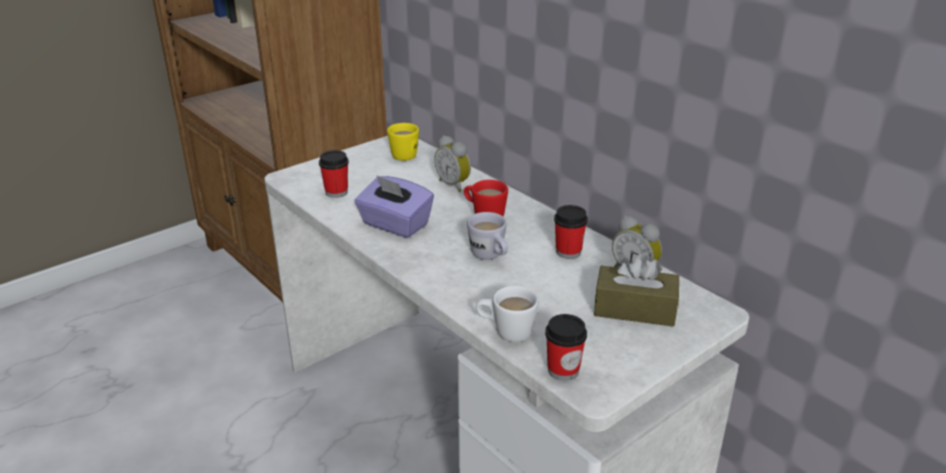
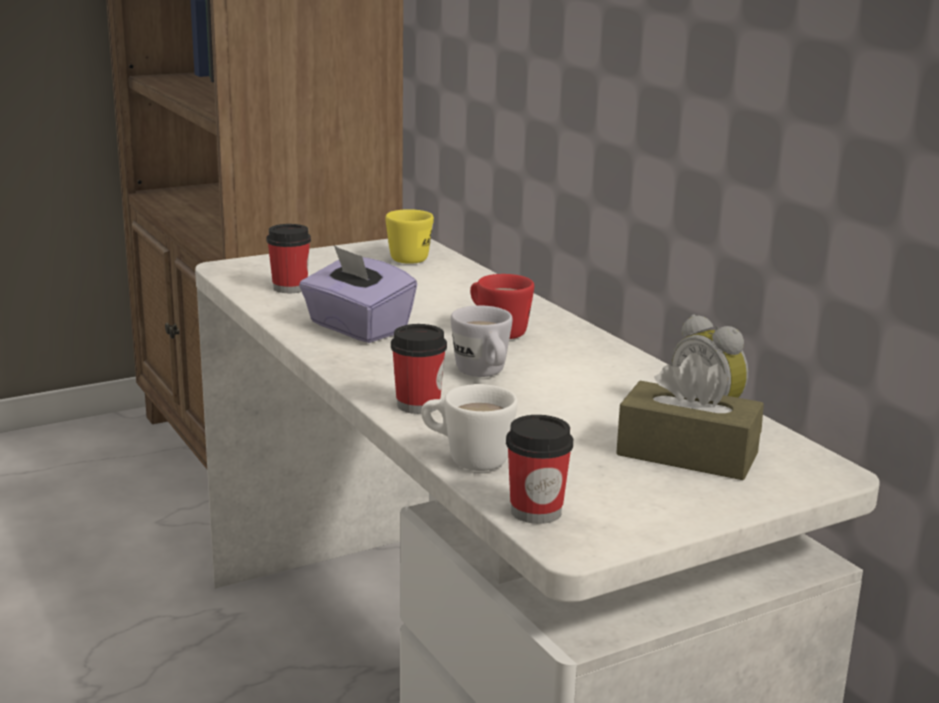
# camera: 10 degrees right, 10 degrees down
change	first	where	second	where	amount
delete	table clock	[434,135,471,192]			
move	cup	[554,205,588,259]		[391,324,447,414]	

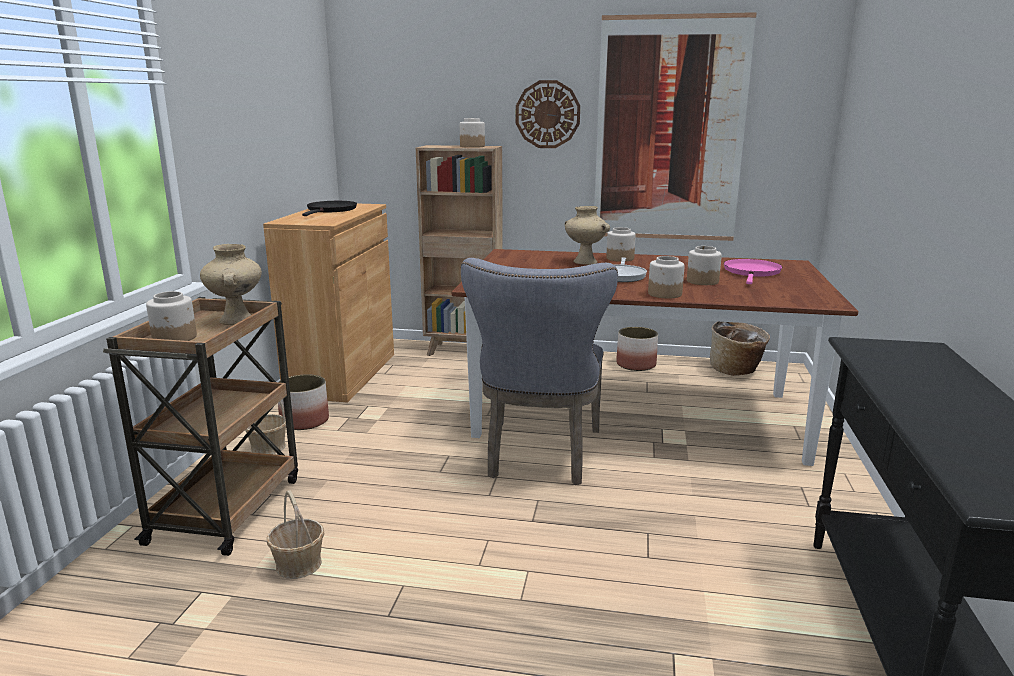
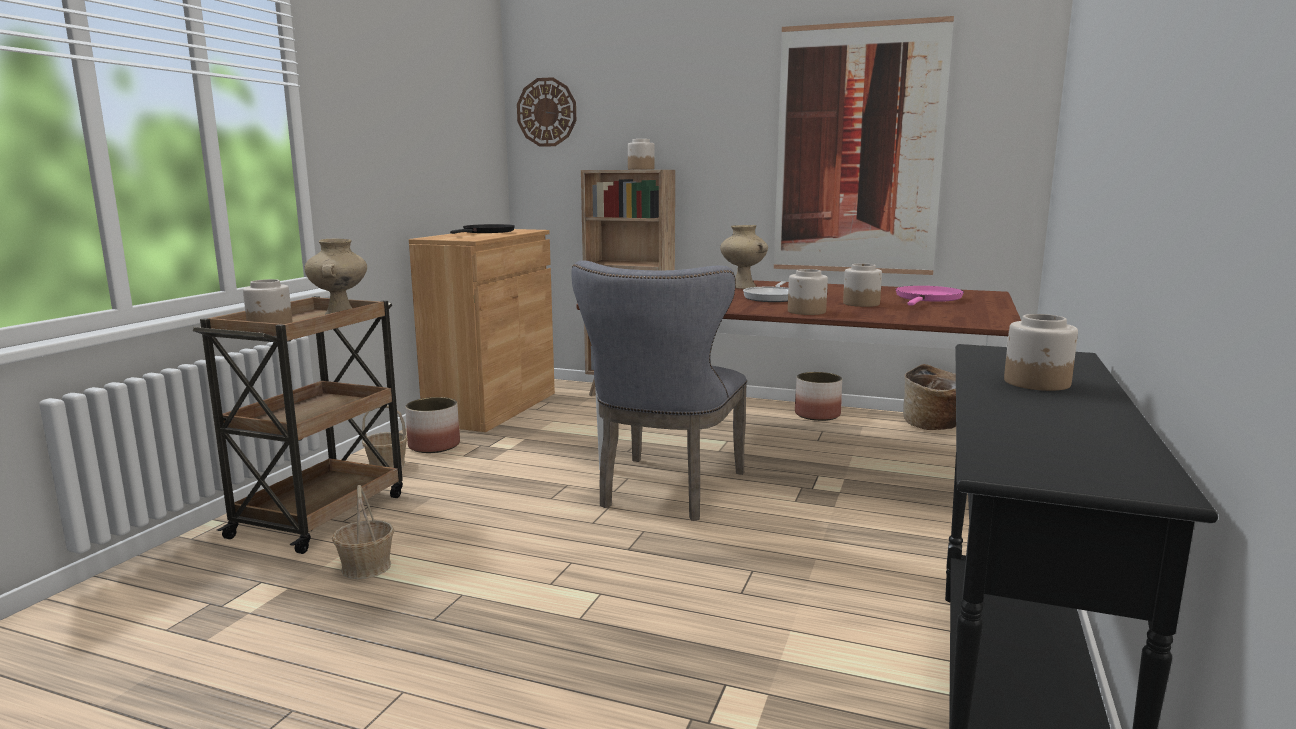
# camera: 10 degrees right, 5 degrees down
change	first	where	second	where	amount
move	clock on the wall	[516,80,580,148]		[517,77,576,147]	
move	storage jar	[606,227,636,262]		[1004,314,1078,391]	

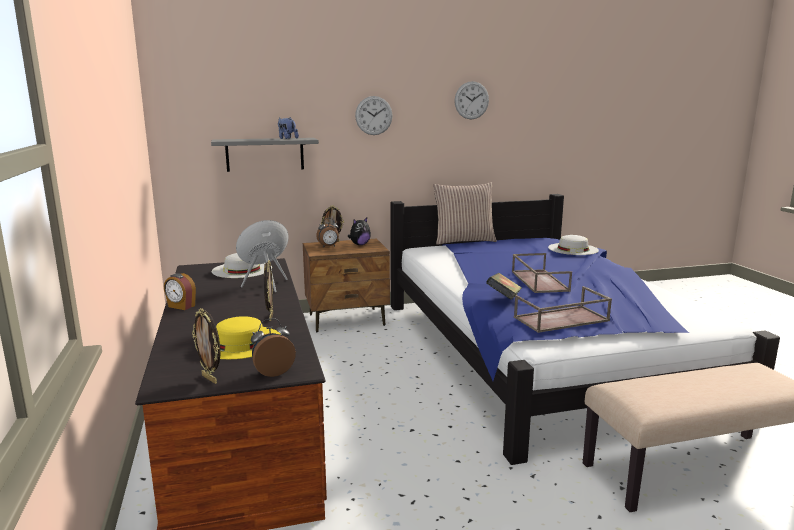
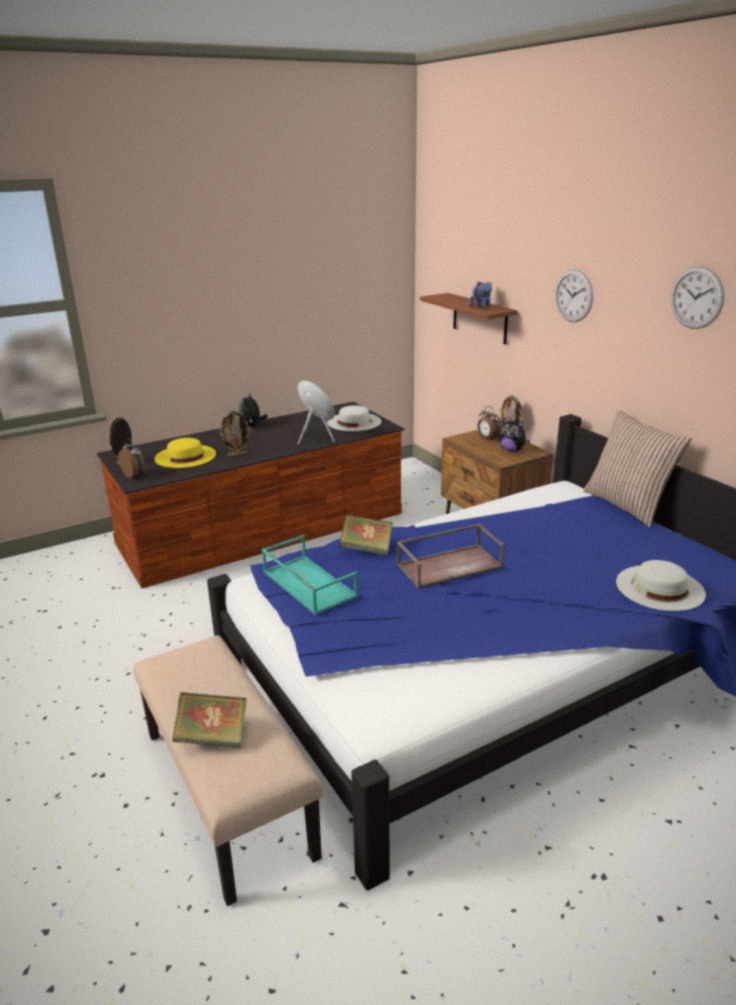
# camera: 75 degrees right, 10 degrees up
change	first	where	second	where	amount
recolor	wall shelf/grey	[211,138,319,172]	wall shelf/brown-coloured	[420,293,517,345]	
replace	table clock	[164,273,196,310]	cuddly toy	[239,393,268,426]	
recolor	tray/brown-coloured	[514,286,612,333]	tray/blue-green	[262,535,358,615]	
insert			bound book	[172,692,247,748]	

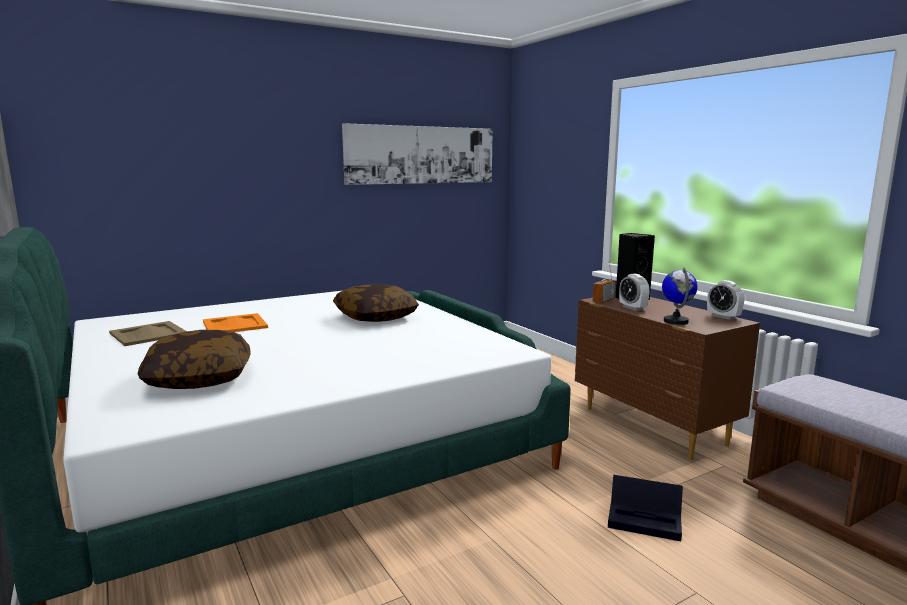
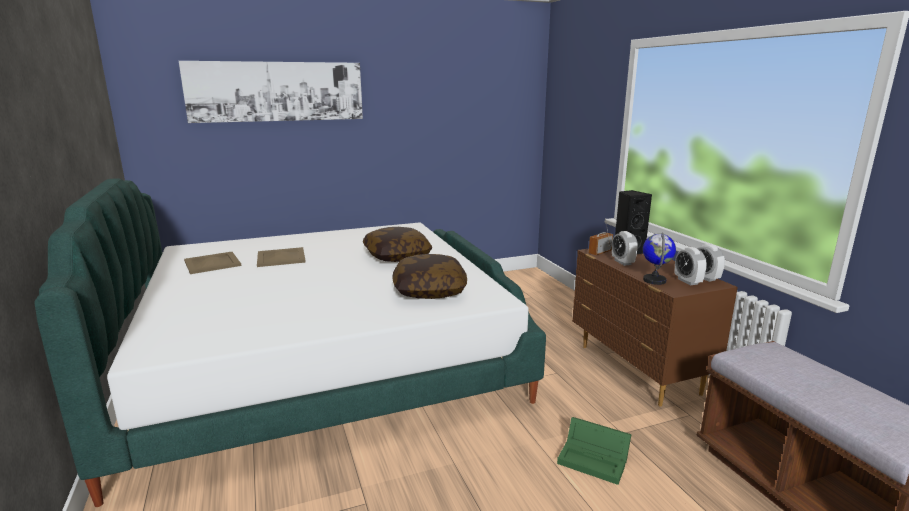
# camera: 10 degrees right, 5 degrees up
change	first	where	second	where	amount
move	picture	[342,123,493,185]		[179,61,363,123]	
recolor	tray/orange-coloured	[203,313,268,332]	tray/sand-coloured	[257,247,306,267]	
move	pillow	[138,330,251,389]		[392,254,467,299]	
recolor	storage container/blackish	[608,475,683,541]	storage container/green	[557,417,632,485]	
insert			table clock	[675,247,707,285]	

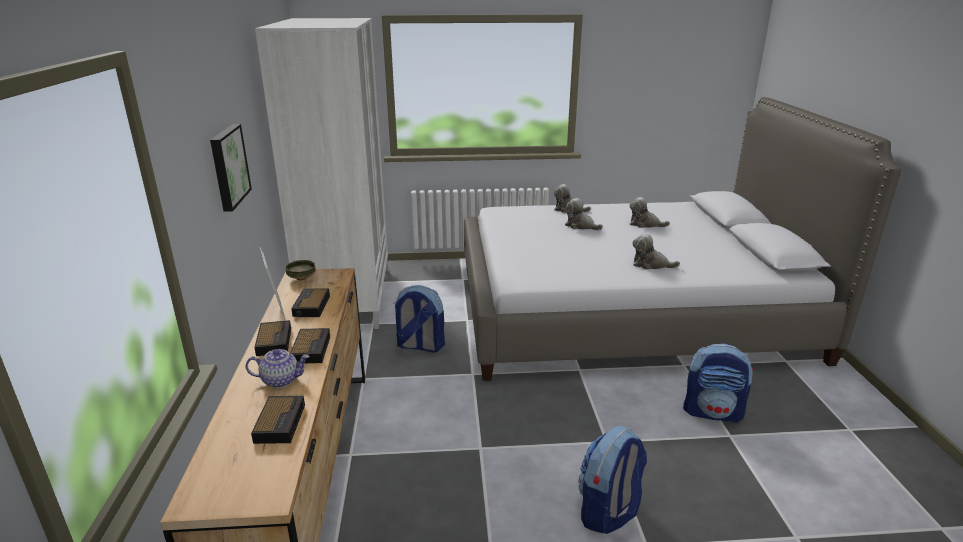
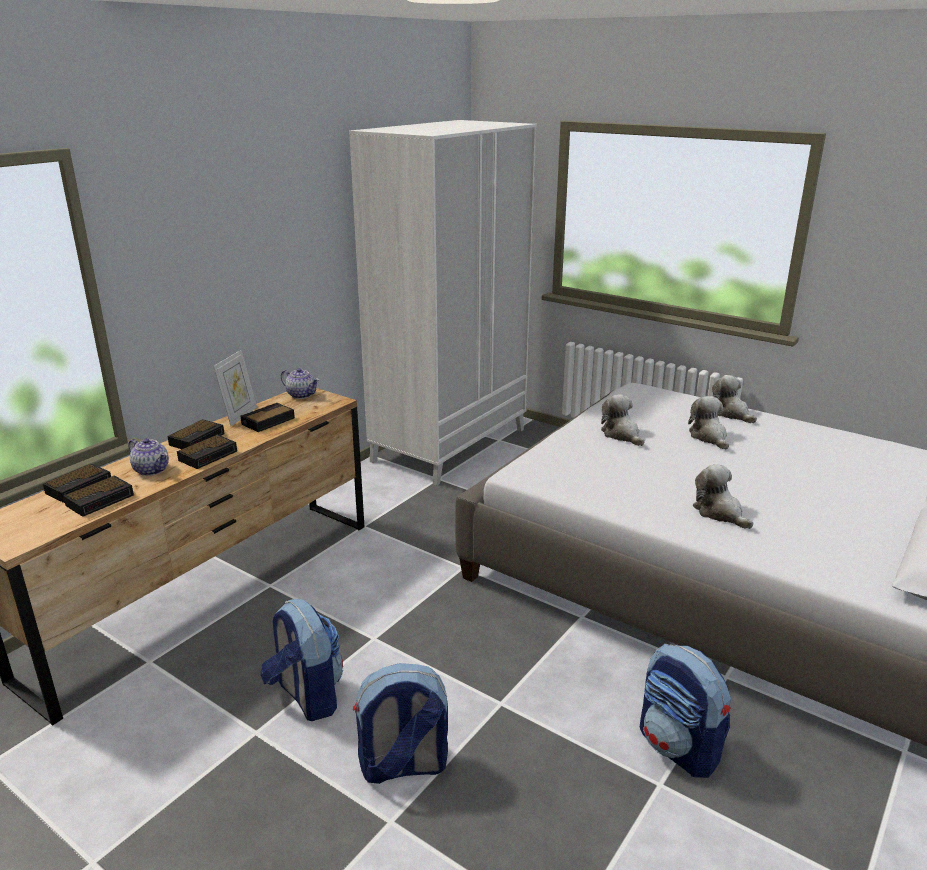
# camera: 40 degrees right, 0 degrees up
change	first	where	second	where	amount
delete	picture	[210,124,252,212]			
move	cuddly toy	[629,197,670,228]		[601,394,645,446]	
replace	bowl	[285,260,315,281]	tea pot	[281,368,319,399]	
move	knapsack	[394,285,445,353]		[261,599,343,721]	
insert			table clock	[43,464,111,503]	

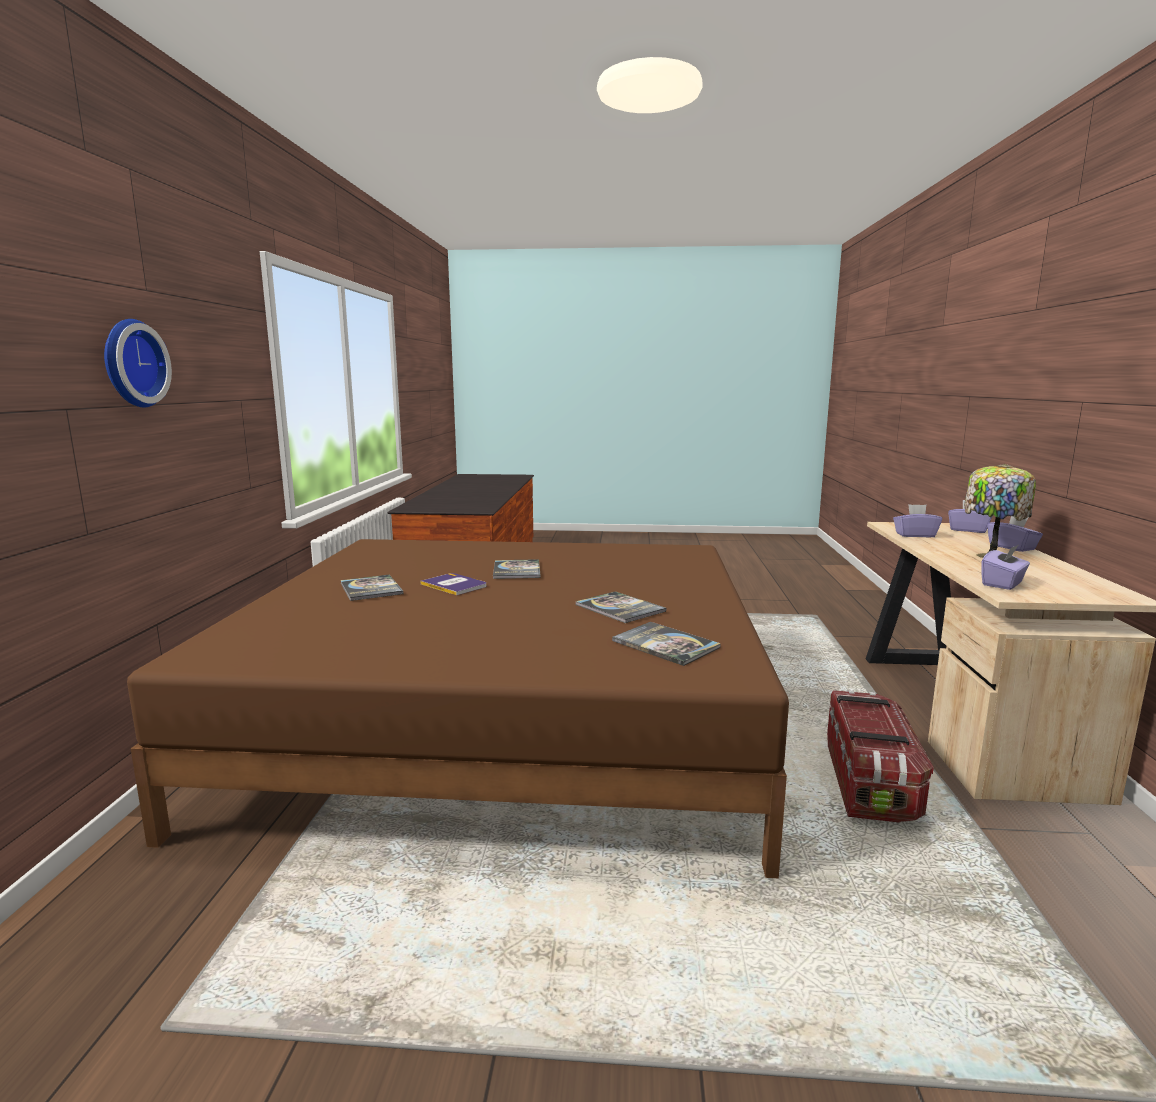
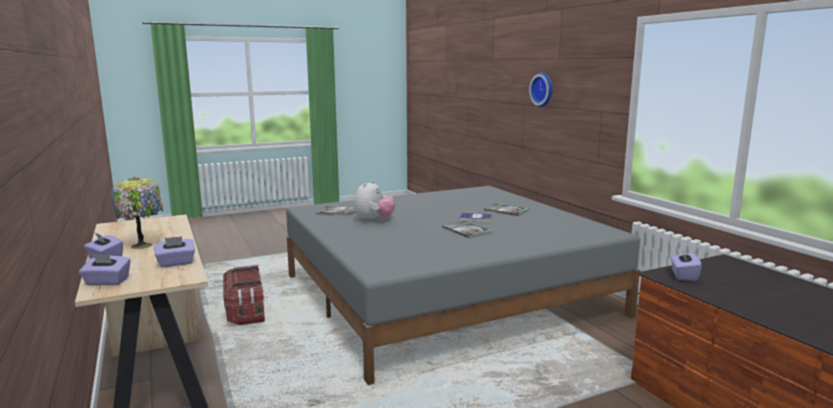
# camera: 150 degrees right, 0 degrees up
change	first	where	second	where	amount
recolor	bedroom bed/brown-coloured	[127,539,789,878]	bedroom bed/grey	[286,186,640,385]	
move	tissue holder/purple	[981,545,1030,590]		[671,251,702,281]	
replace	bound book	[576,591,666,623]	cuddly toy	[354,180,396,222]	

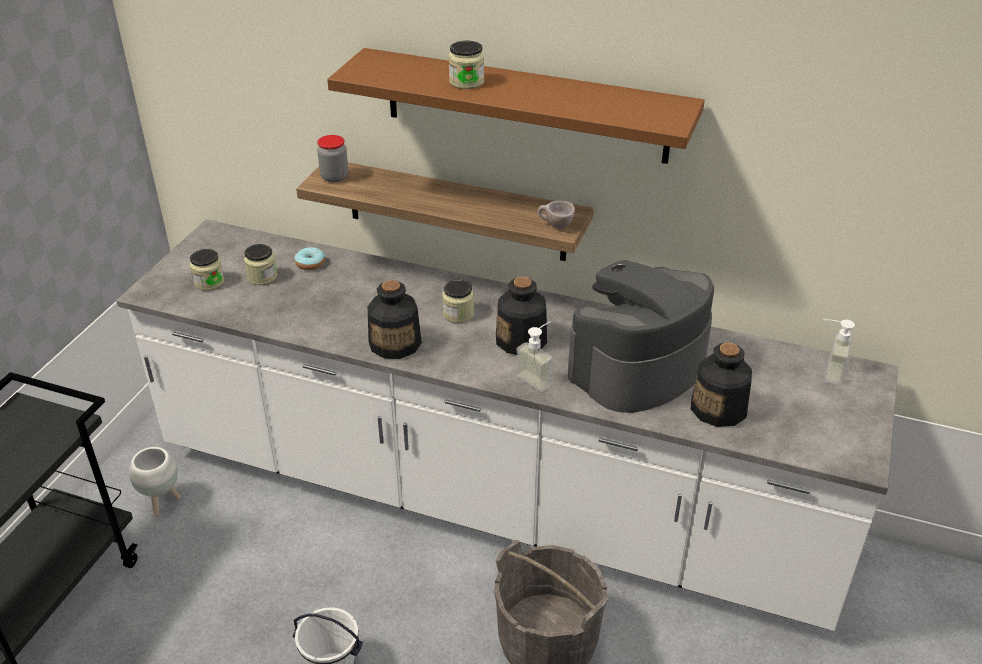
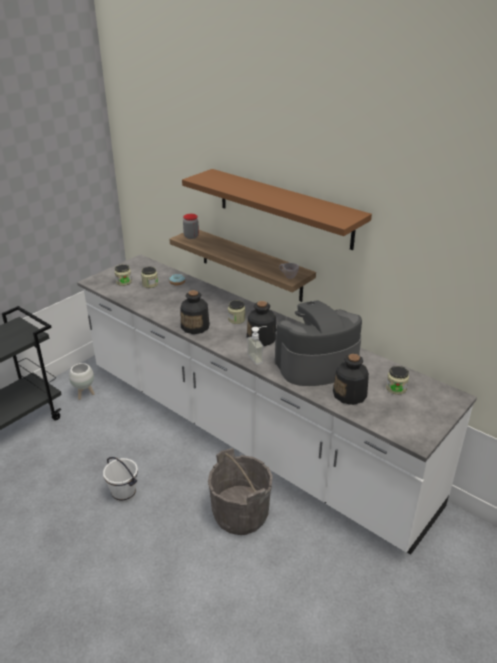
# camera: 20 degrees right, 5 degrees down
change	first	where	second	where	amount
move	storage jar	[449,41,484,89]		[386,366,409,395]	
delete	soap dispenser	[823,319,855,385]			

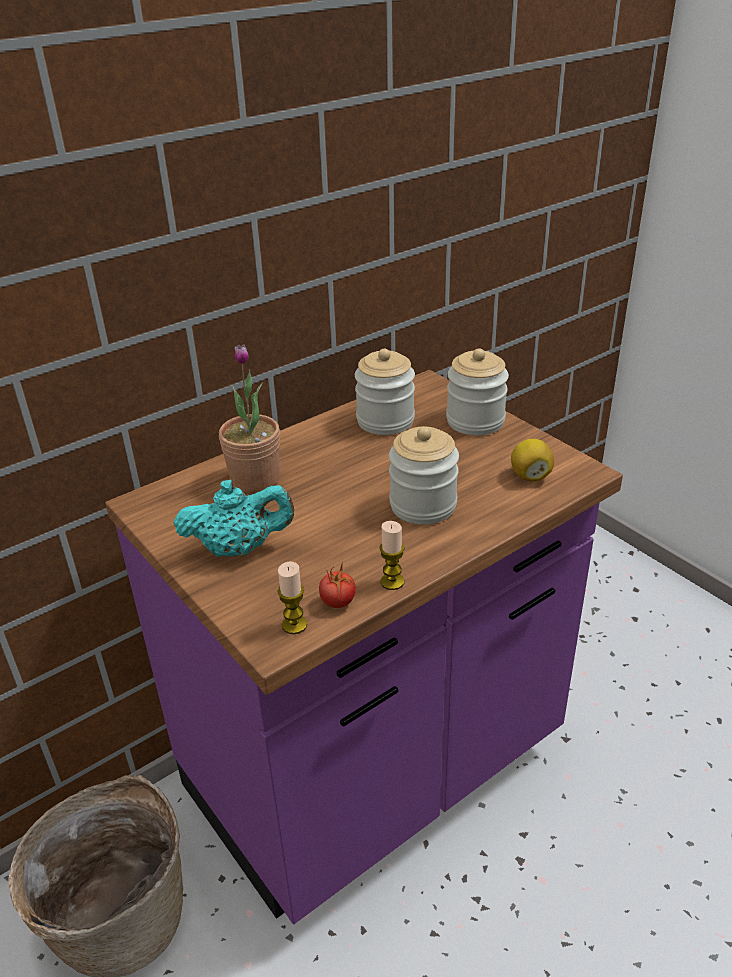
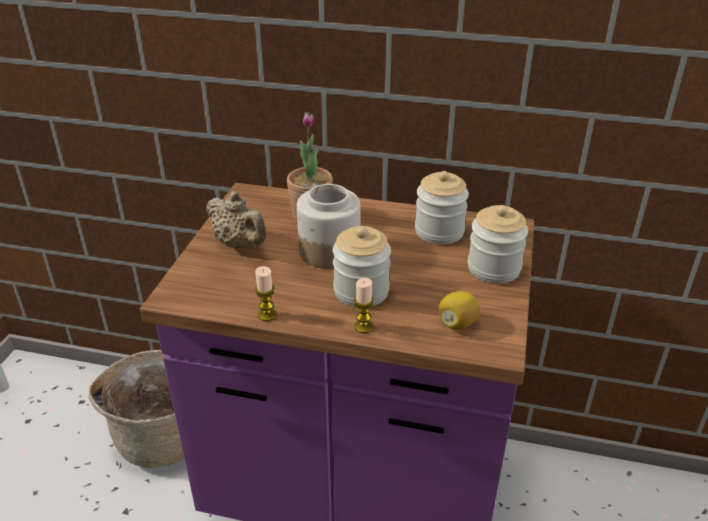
# camera: 50 degrees right, 0 degrees up
change	first	where	second	where	amount
recolor	tea pot/blue-green	[173,480,294,557]	tea pot/sand-coloured	[206,191,266,248]	
move	candle	[278,562,307,634]		[354,278,374,333]	
delete	tomato	[319,562,356,608]			
insert			storage jar	[297,184,361,269]	

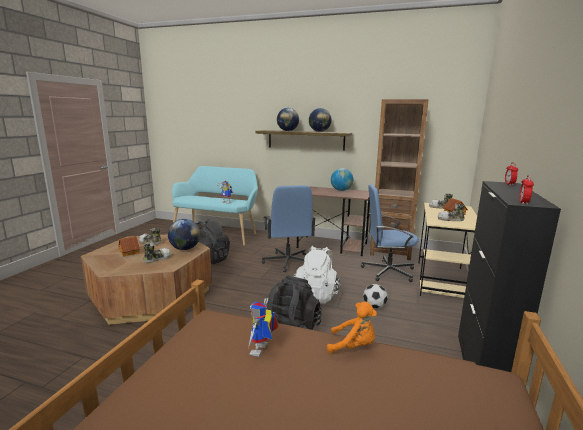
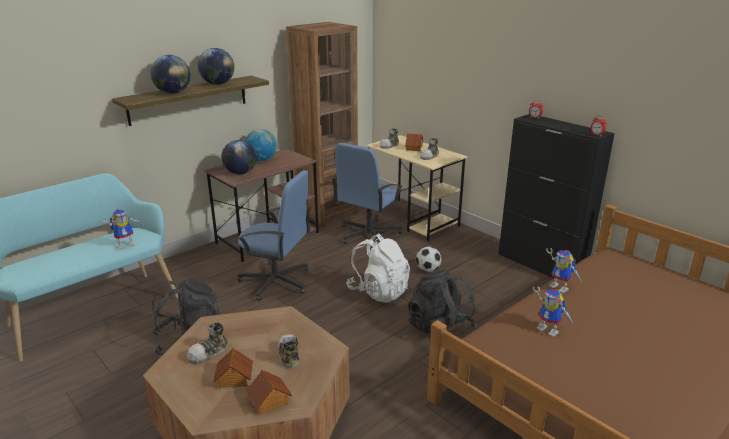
# camera: 60 degrees left, 10 degrees up
change	first	where	second	where	amount
move	world globe	[168,219,200,250]		[222,140,256,174]	
replace	cuddly toy/orange-coloured	[327,302,377,353]	model robot	[546,248,582,293]	
insert			model house	[246,370,292,415]	

